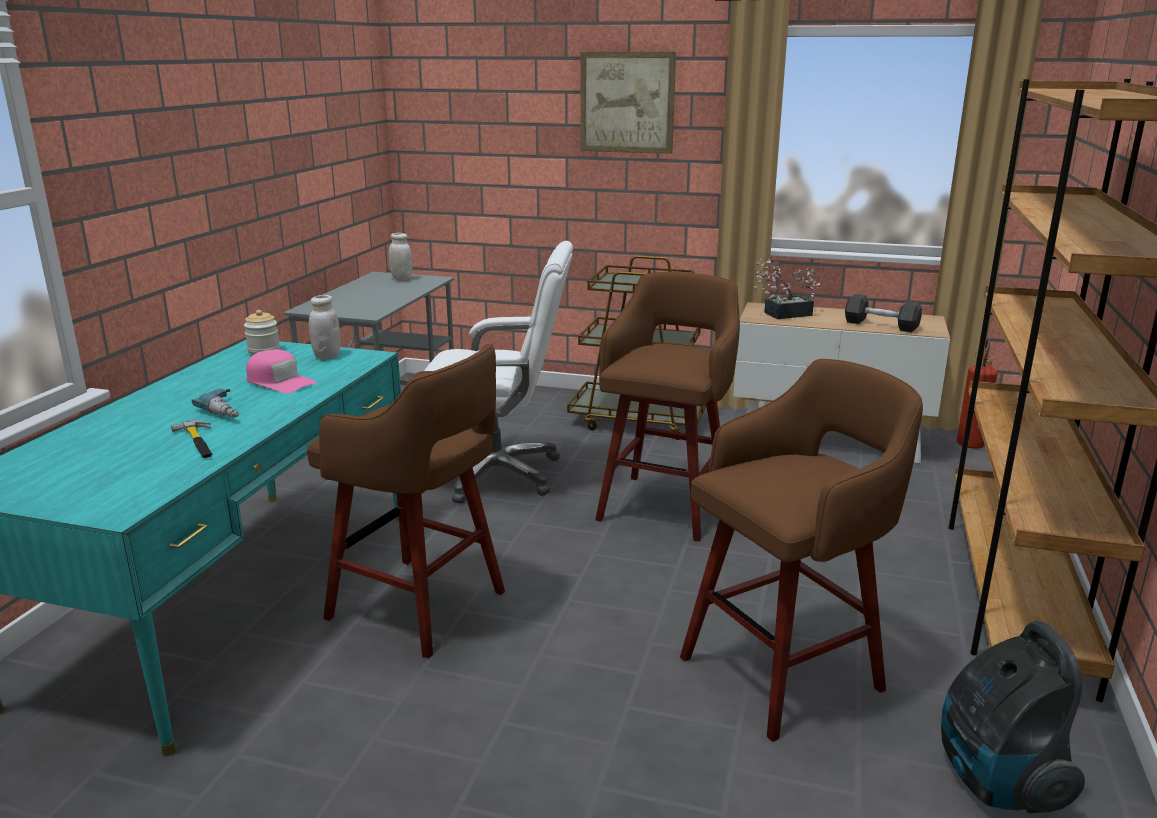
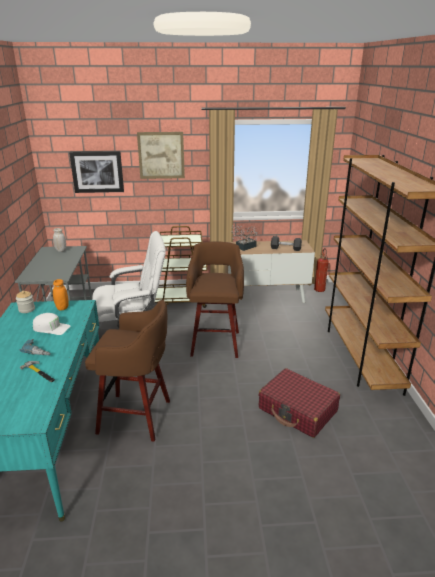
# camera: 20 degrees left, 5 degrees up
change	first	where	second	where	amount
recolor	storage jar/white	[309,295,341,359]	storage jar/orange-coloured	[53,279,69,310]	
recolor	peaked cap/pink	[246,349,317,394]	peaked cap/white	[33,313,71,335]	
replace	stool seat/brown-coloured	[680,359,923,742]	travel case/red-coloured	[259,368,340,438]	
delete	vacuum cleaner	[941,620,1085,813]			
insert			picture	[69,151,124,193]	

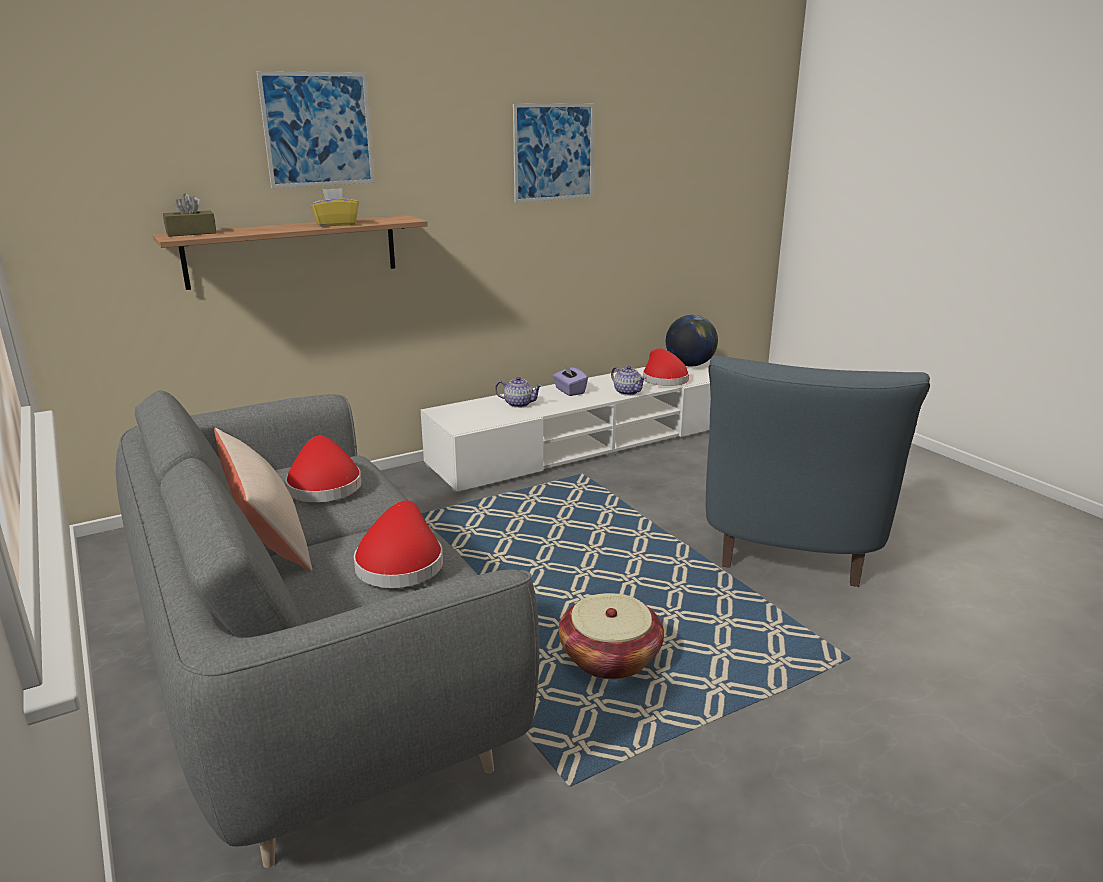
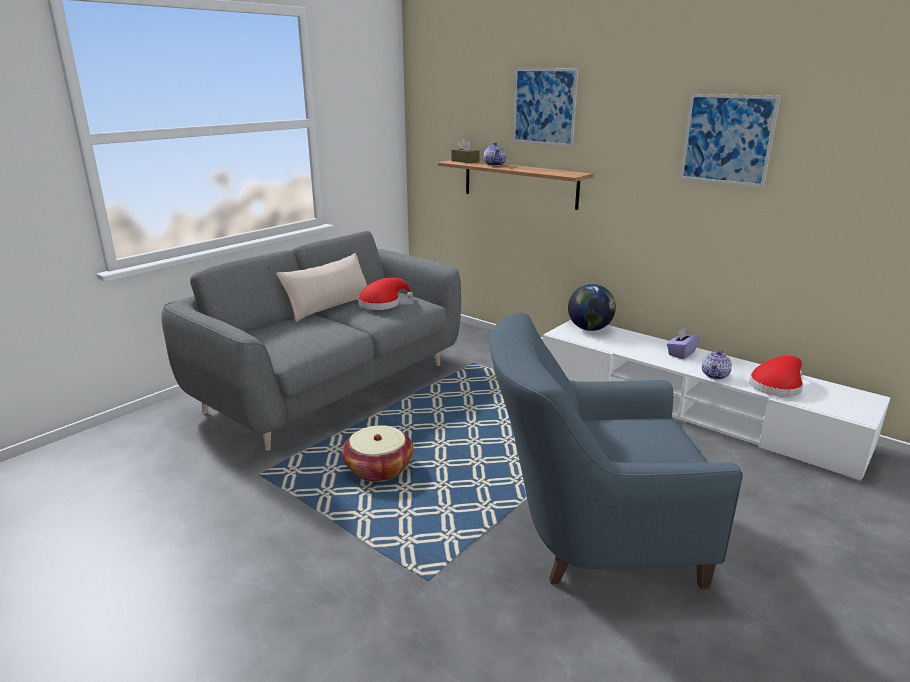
# camera: 70 degrees right, 0 degrees up
change	first	where	second	where	amount
delete	tissue holder/yellowish	[311,188,359,227]			
move	world globe	[666,315,718,366]		[568,284,616,331]	
move	tea pot	[495,377,543,408]		[484,142,506,166]	
delete	wearable hat/red-coloured	[354,501,443,588]			

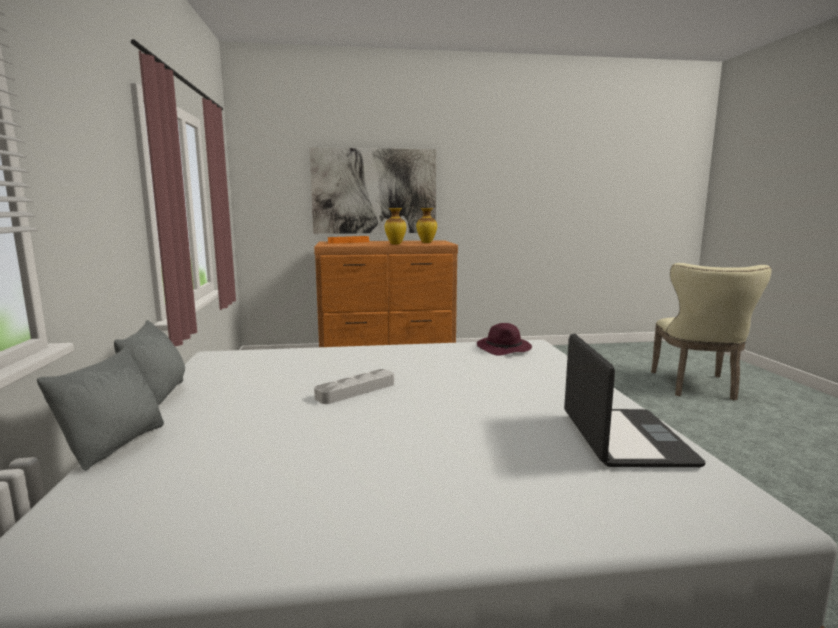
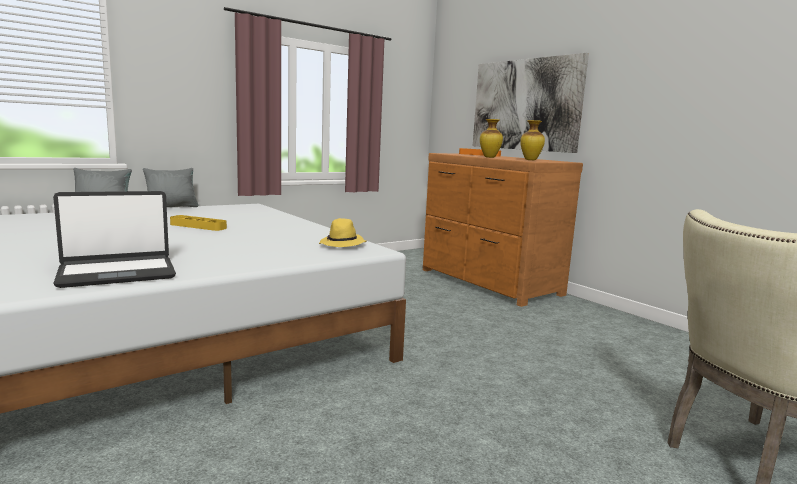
# camera: 60 degrees right, 0 degrees up
change	first	where	second	where	amount
recolor	wearable hat/purple	[477,323,532,356]	wearable hat/yellowish	[319,218,366,247]	
recolor	tray/grey	[314,369,394,404]	tray/yellowish	[170,215,227,231]	

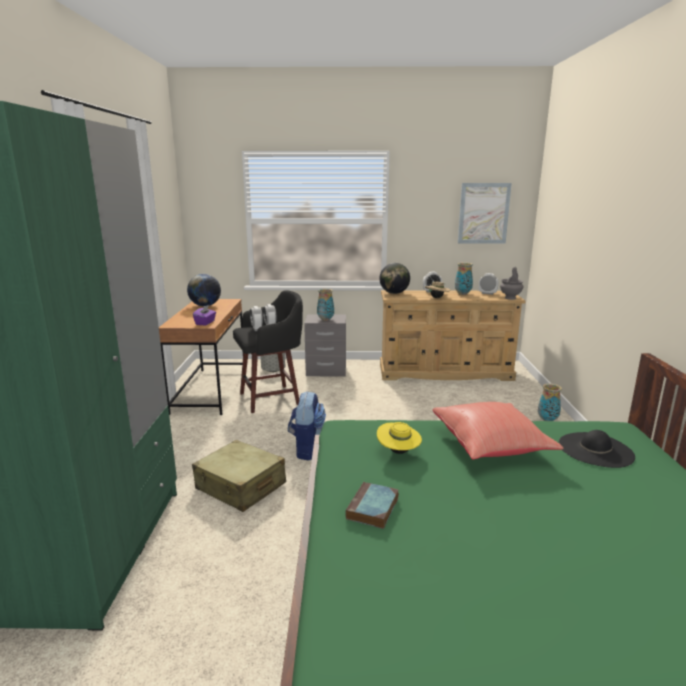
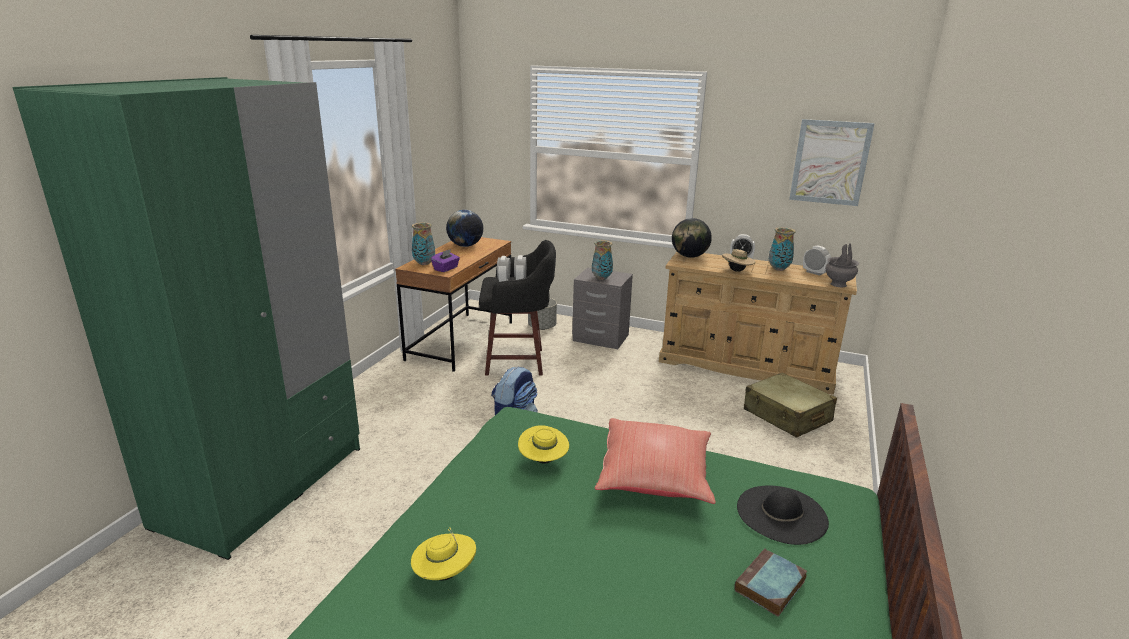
# camera: 20 degrees right, 5 degrees up
change	first	where	second	where	amount
move	decorative vase	[538,384,562,421]		[412,222,435,265]	
move	travel case/sand-coloured	[192,440,286,512]		[744,373,837,438]	
move	bound book	[345,482,399,529]		[734,548,807,617]	
insert			wearable hat/yellowish	[411,527,476,581]	

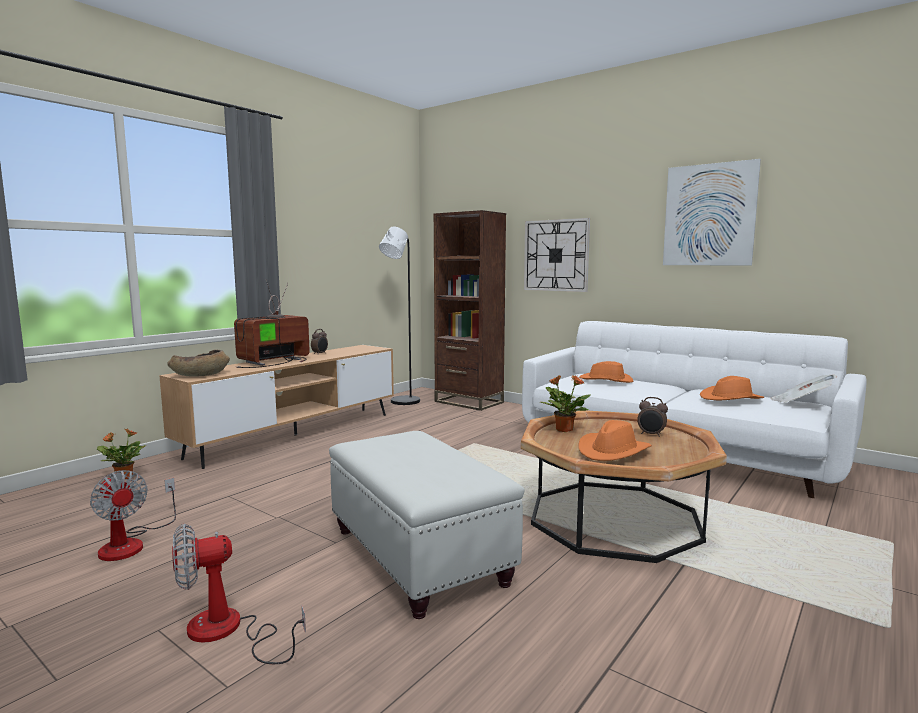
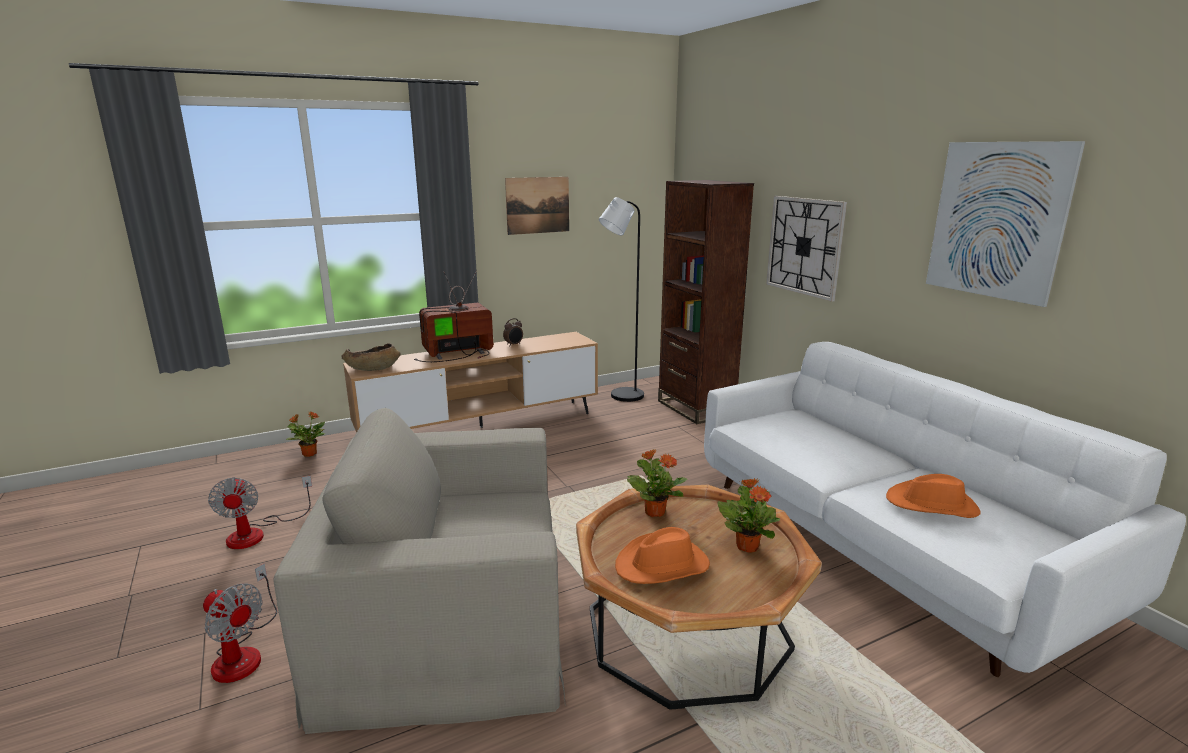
# camera: 25 degrees right, 10 degrees up
change	first	where	second	where	amount
delete	wearable hat/orange-coloured	[579,361,633,383]			
delete	newspaper	[771,374,837,403]			
replace	table clock	[637,397,668,437]	plant in a pot	[717,478,780,553]	
replace	footrest/white	[329,431,525,619]	easy chair/sand-coloured	[273,408,566,734]	
rotate	cooling fan	[172,524,306,664]		[203,563,277,683]	150 degrees counterclockwise
insert			picture	[505,177,569,235]	

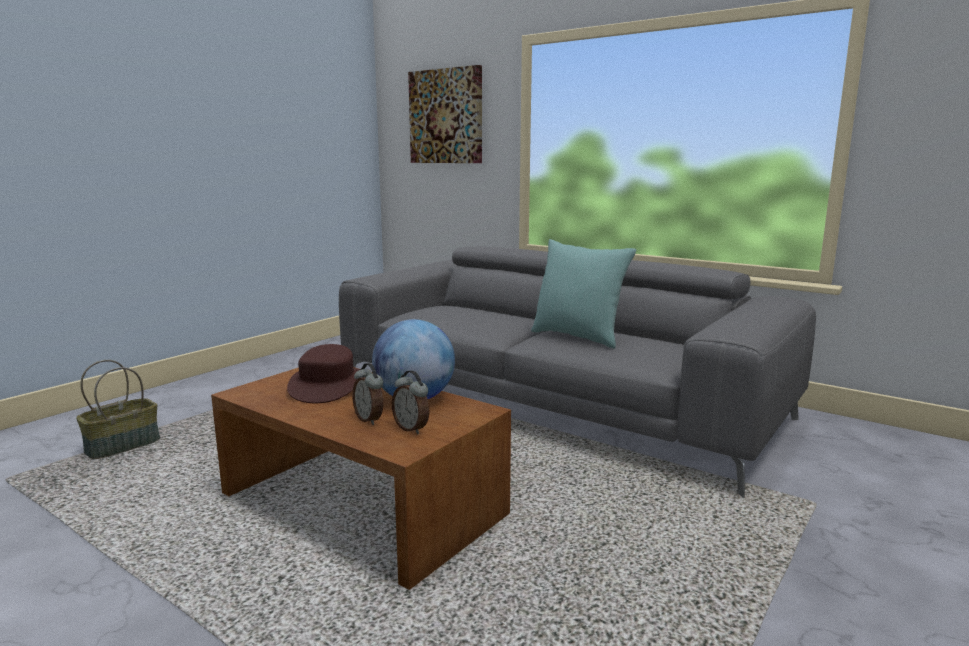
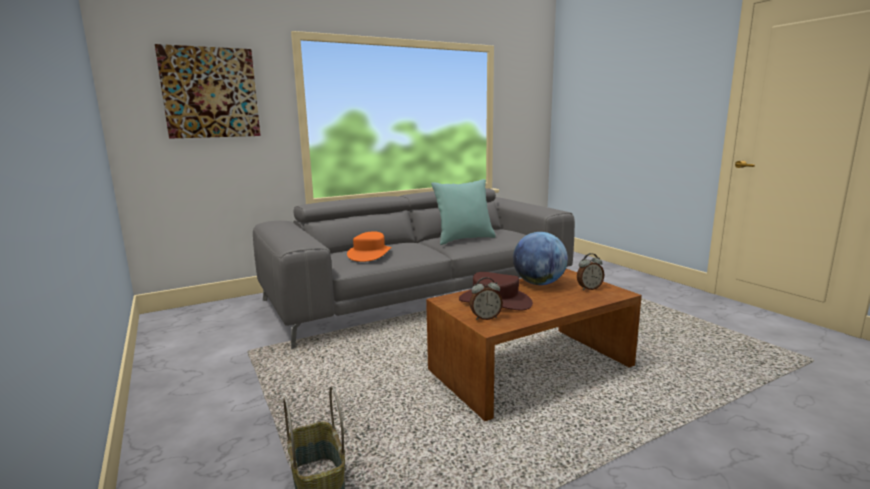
# camera: 65 degrees left, 0 degrees up
change	first	where	second	where	amount
move	table clock	[352,363,384,425]		[470,277,503,320]	
insert			wearable hat/orange-coloured	[347,231,391,262]	

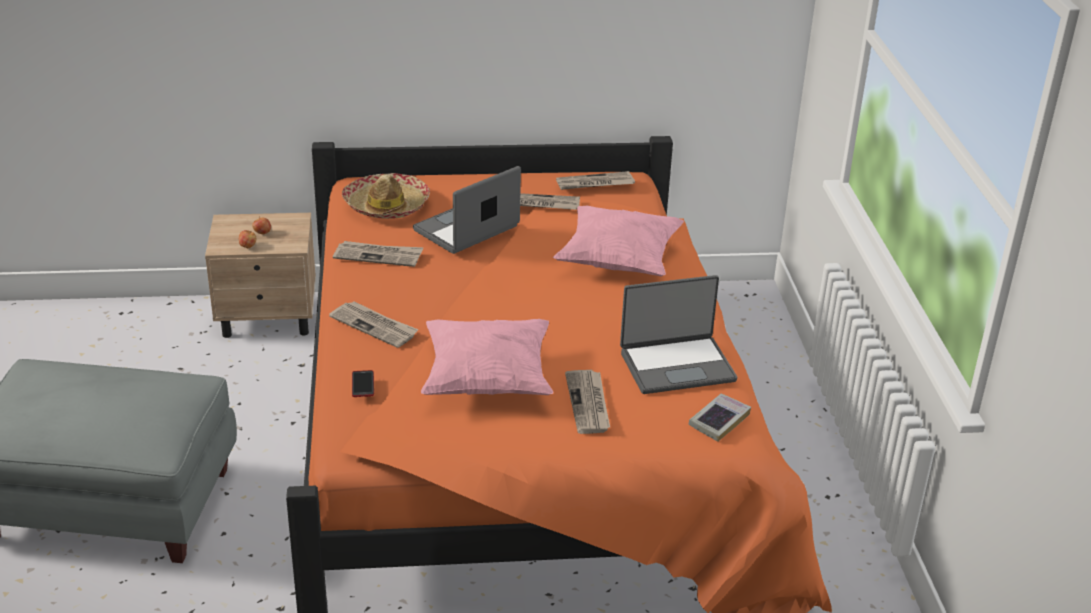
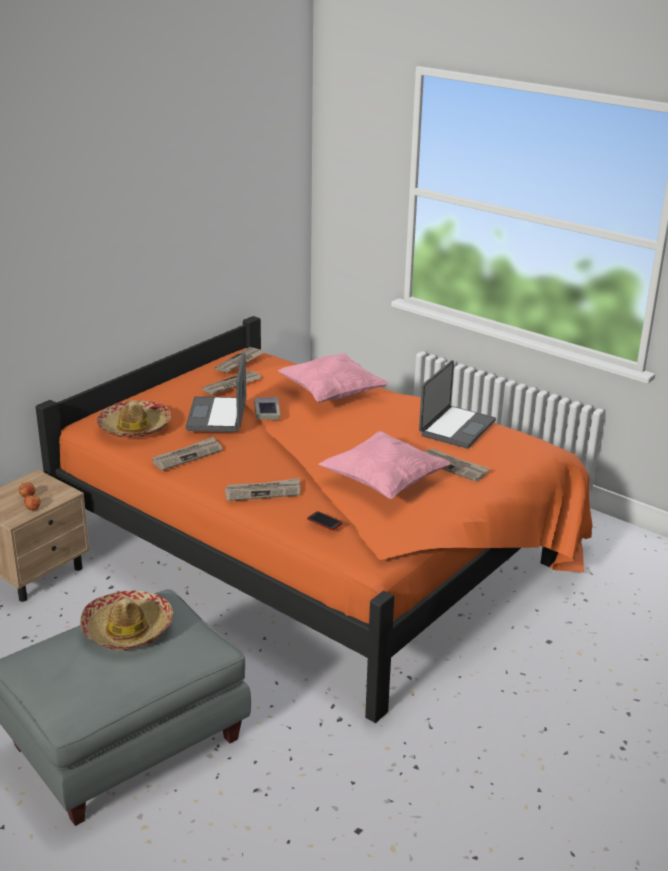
# camera: 45 degrees left, 5 degrees down
change	first	where	second	where	amount
move	bound book	[688,394,751,442]		[254,397,280,420]	
insert			wearable hat	[80,590,173,650]	

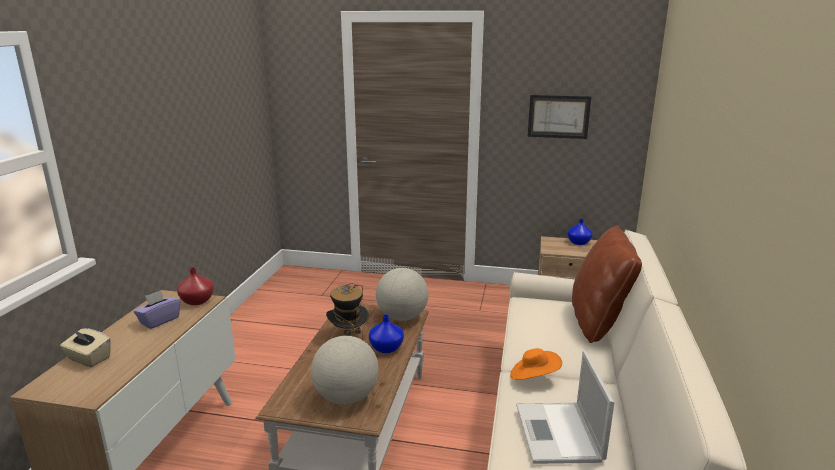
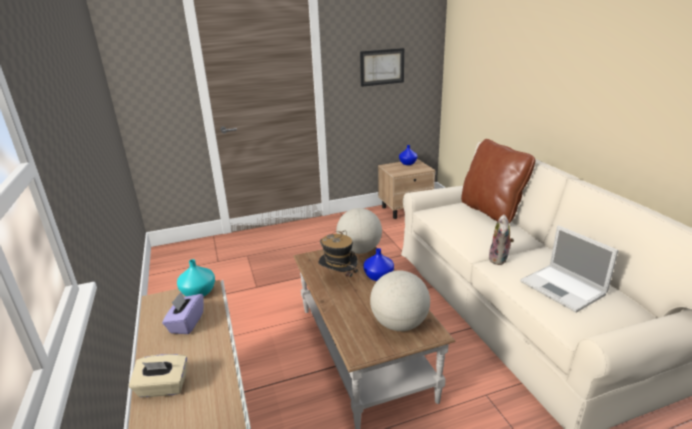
# camera: 30 degrees left, 5 degrees up
change	first	where	second	where	amount
recolor	decorative vase/red-coloured	[177,267,214,305]	decorative vase/blue-green	[177,259,215,297]	
replace	wearable hat/orange-coloured	[510,348,562,380]	cuddly toy	[489,214,514,265]	

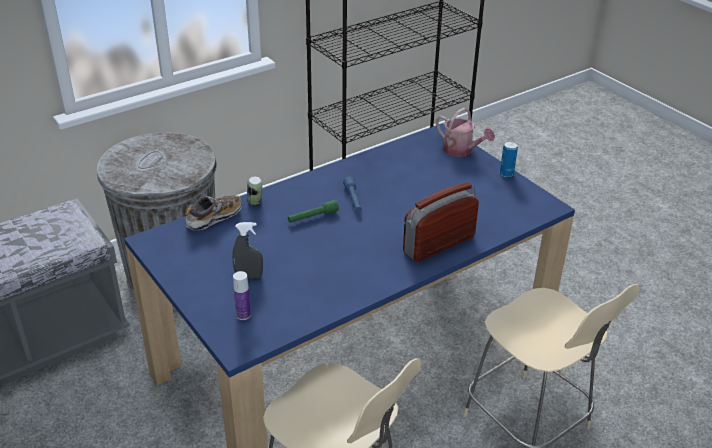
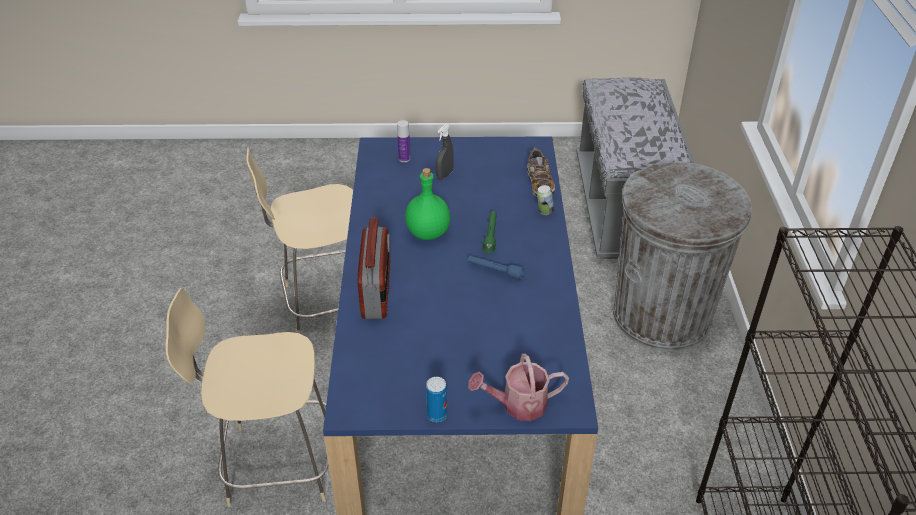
# camera: 125 degrees right, 5 degrees up
change	first	where	second	where	amount
insert			bottle/green	[405,168,450,240]	

